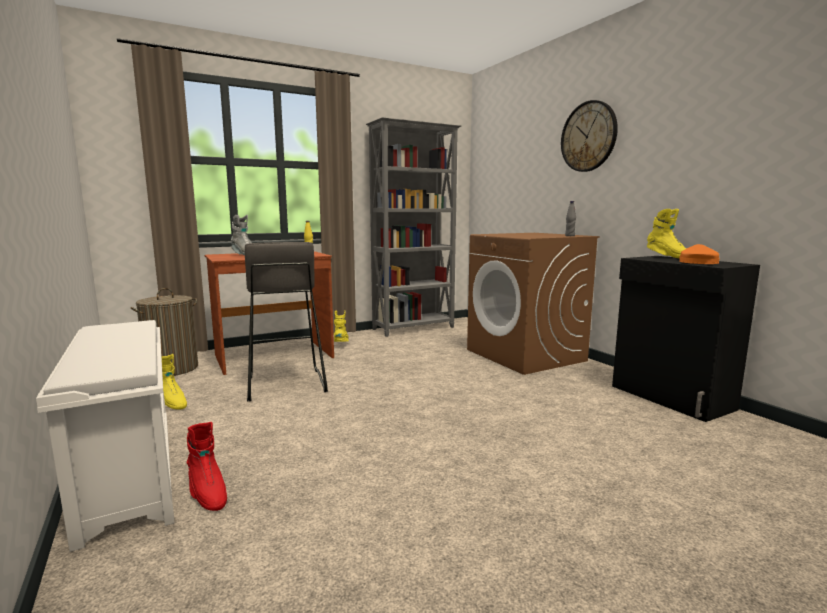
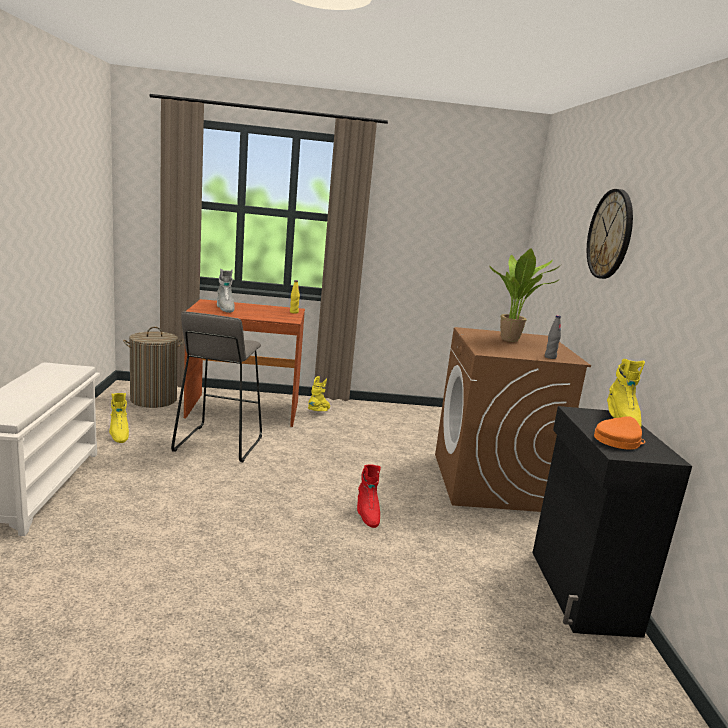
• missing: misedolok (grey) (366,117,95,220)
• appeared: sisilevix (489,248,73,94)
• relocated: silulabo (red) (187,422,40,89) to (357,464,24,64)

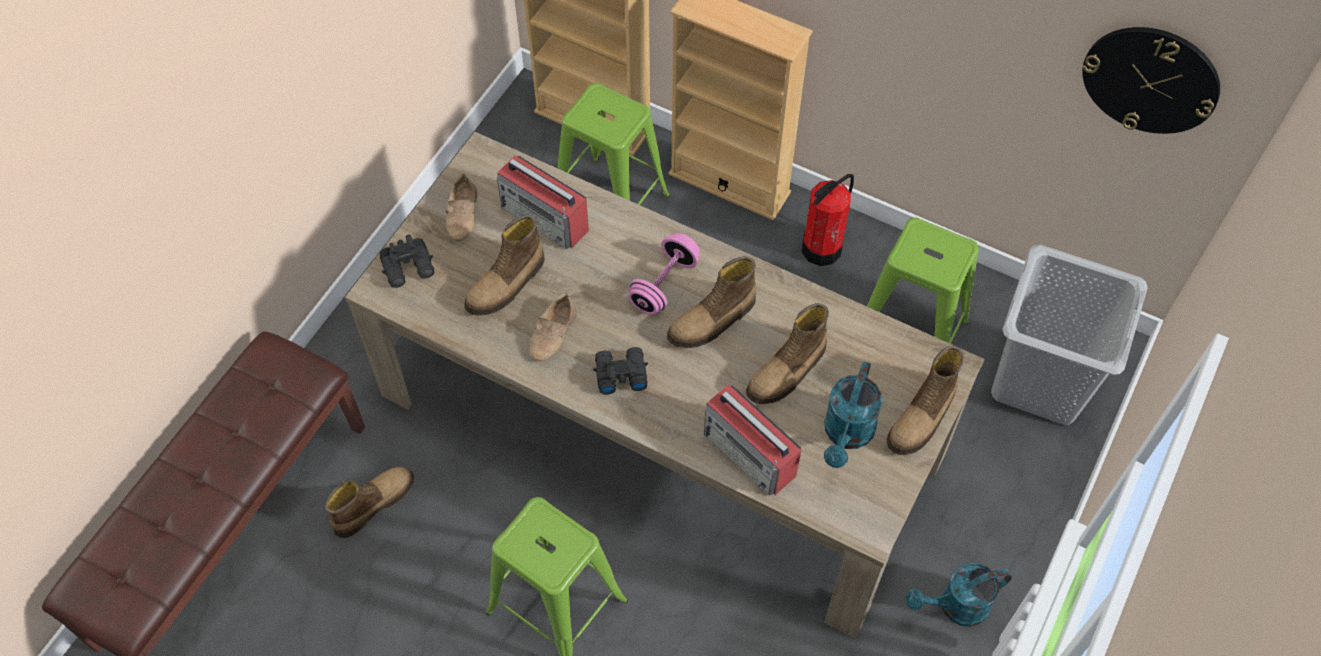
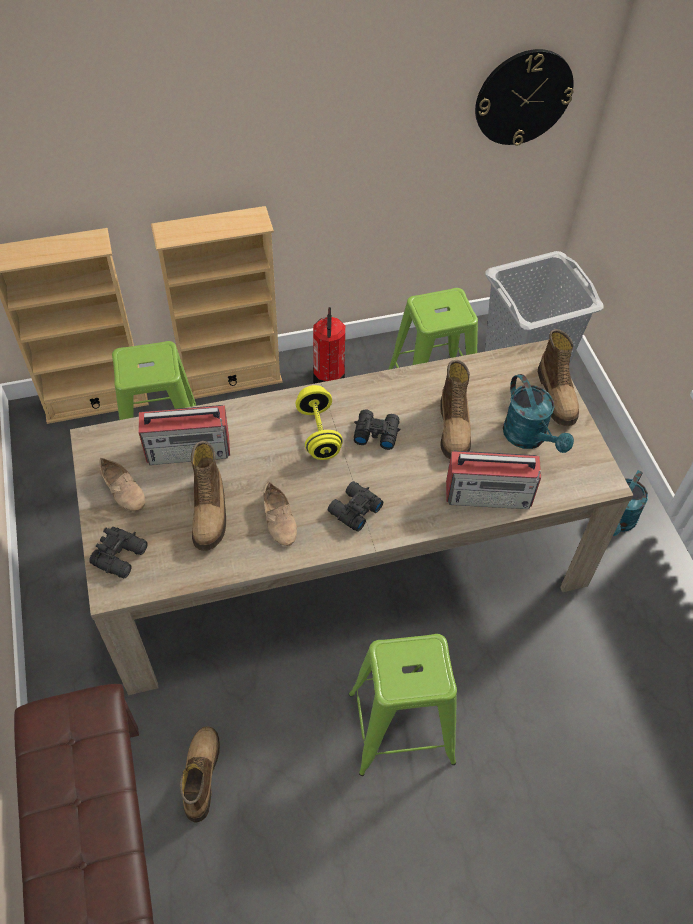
• exchanged: silulabo (667,256,89,92) to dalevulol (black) (354,410,46,40)
• colour: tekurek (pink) (628,233,72,82) to tekurek (yellow) (295,385,48,75)

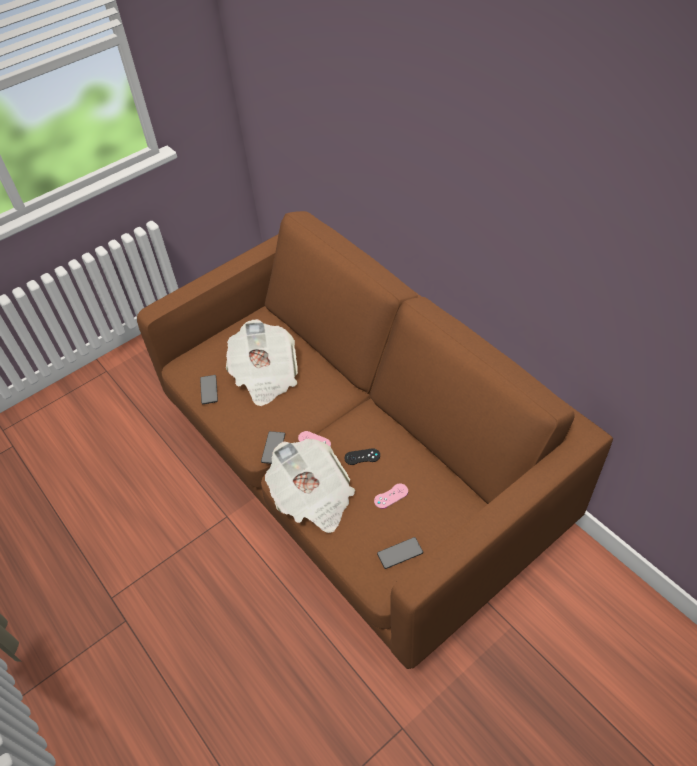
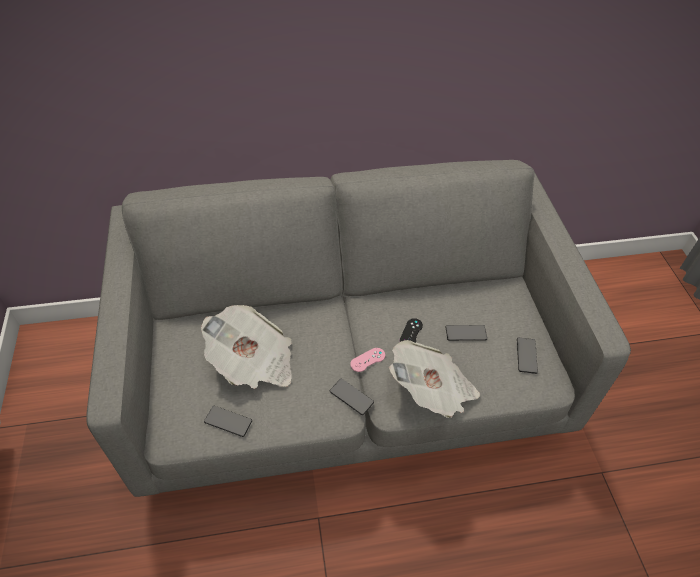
• exchanged: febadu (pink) (374,484,34,25) to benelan (446,325,41,16)
• colour: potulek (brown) (137,211,476,458) to potulek (grey) (86,160,545,337)

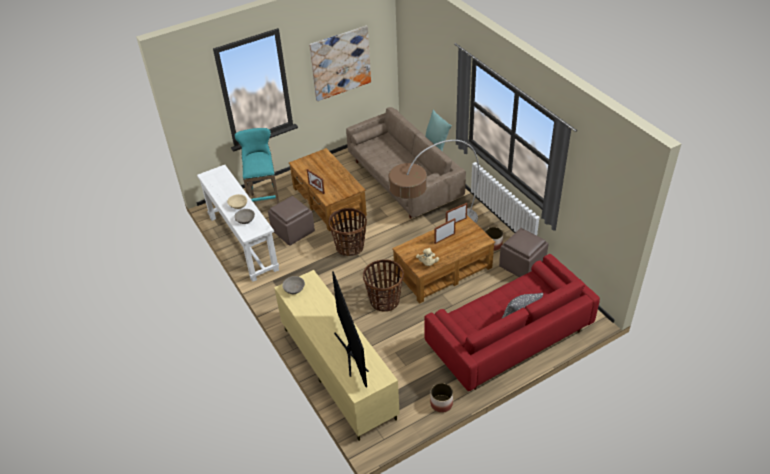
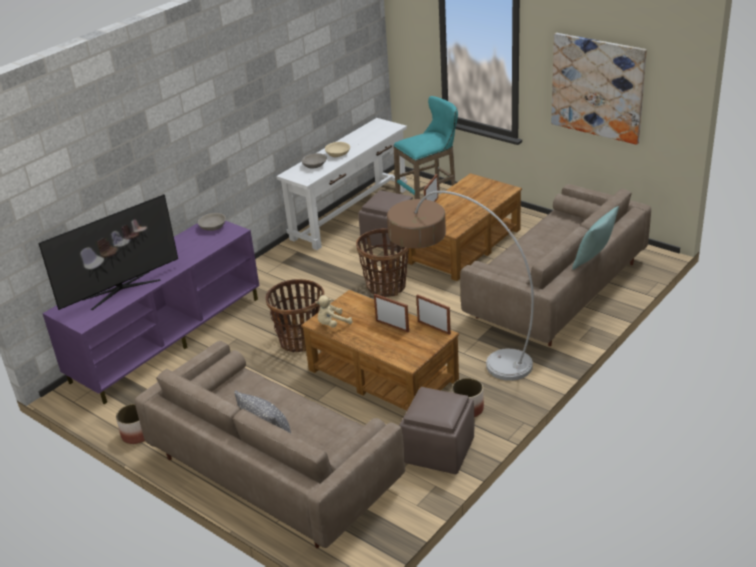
• colour: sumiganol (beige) (274,270,126,171) to sumiganol (purple) (42,221,217,183)
• colour: potulek (red) (424,254,176,137) to potulek (beige) (135,341,270,207)

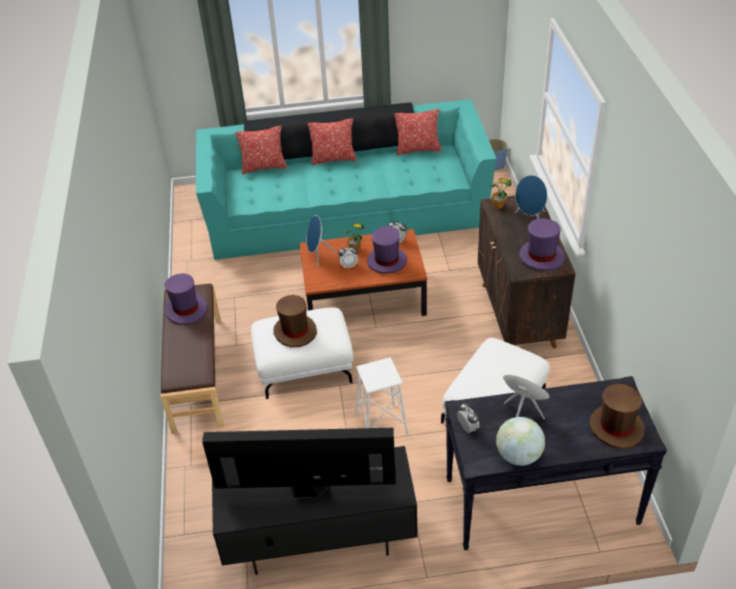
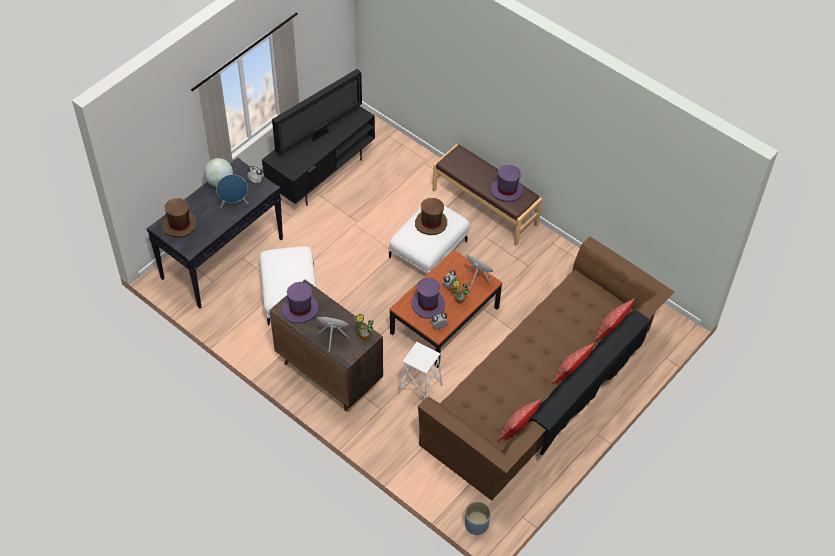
• relocated: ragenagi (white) (355,357,53,79) to (398,342,45,57)
• colour: potulek (turquoise) (196,99,301,161) to potulek (brown) (418,236,256,265)

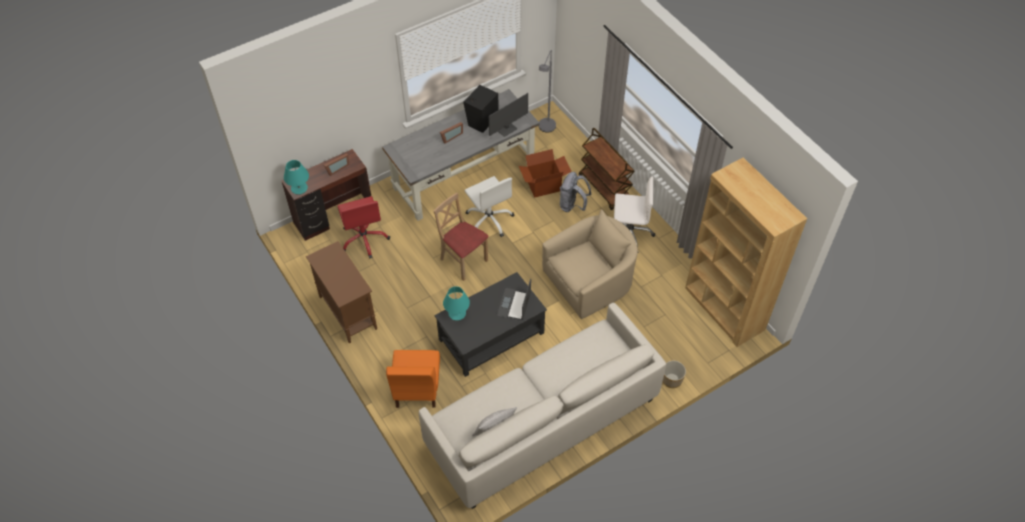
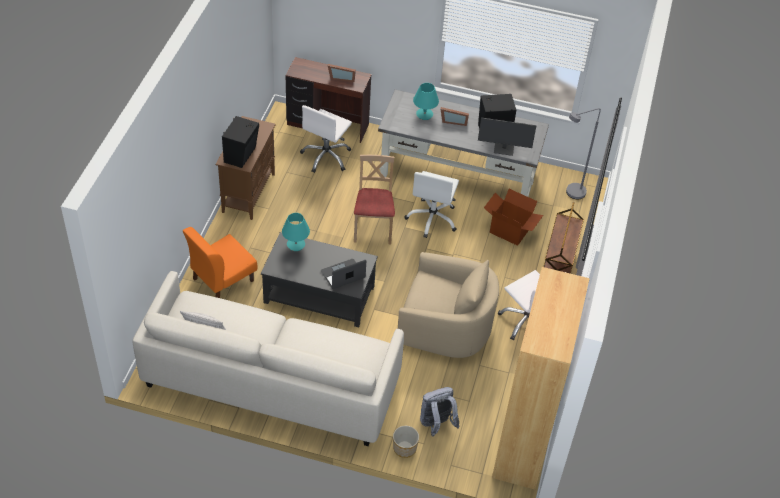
• appeared: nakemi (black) (222,116,37,52)
• relocated: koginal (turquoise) (284,160,25,35) to (413,83,26,37)
• relocated: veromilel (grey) (560,172,31,40) to (420,387,40,50)
• colour: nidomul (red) (338,196,52,63) to nidomul (white) (300,105,52,68)

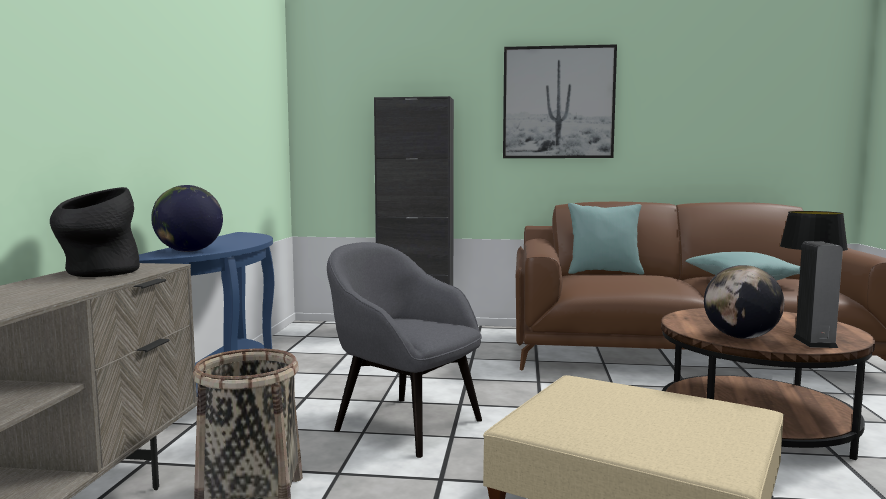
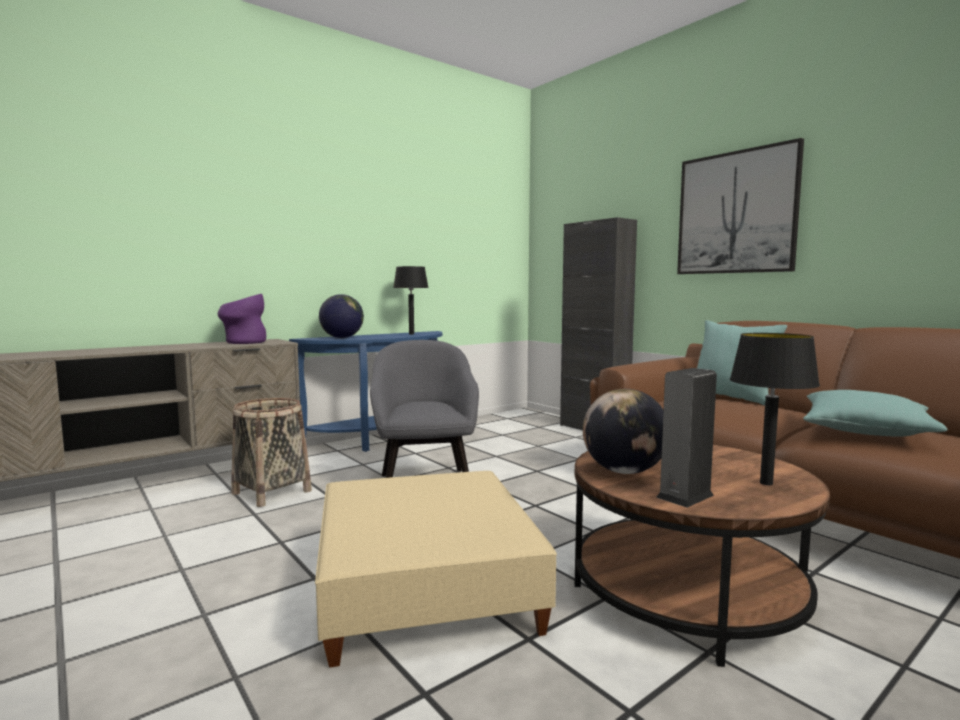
• appeared: koginal (black) (393,266,36,68)
• colour: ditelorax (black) (50,187,90,90) to ditelorax (purple) (218,294,48,50)

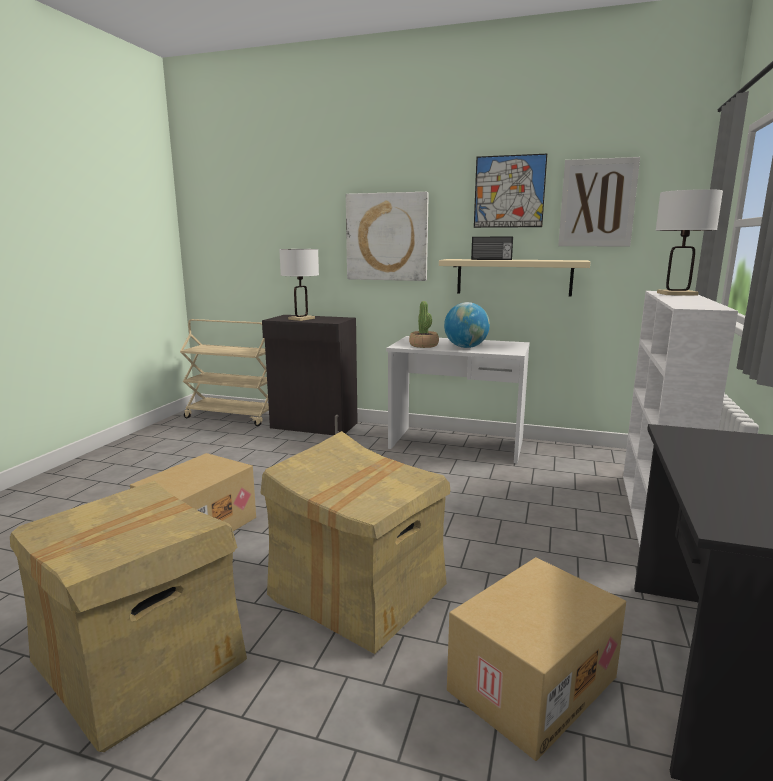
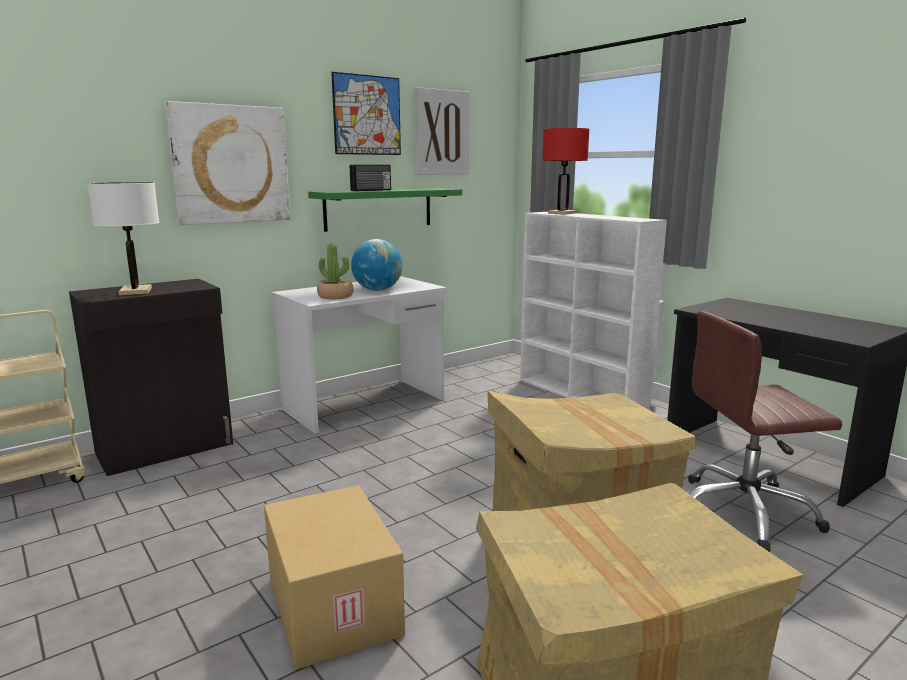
• exchanged: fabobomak (447,557,179,204) to nidomul (brown) (688,311,154,241)
• colour: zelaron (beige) (439,259,151,38) to zelaron (green) (308,188,154,44)
• colour: koginal (white) (656,189,67,106) to koginal (red) (542,128,47,87)

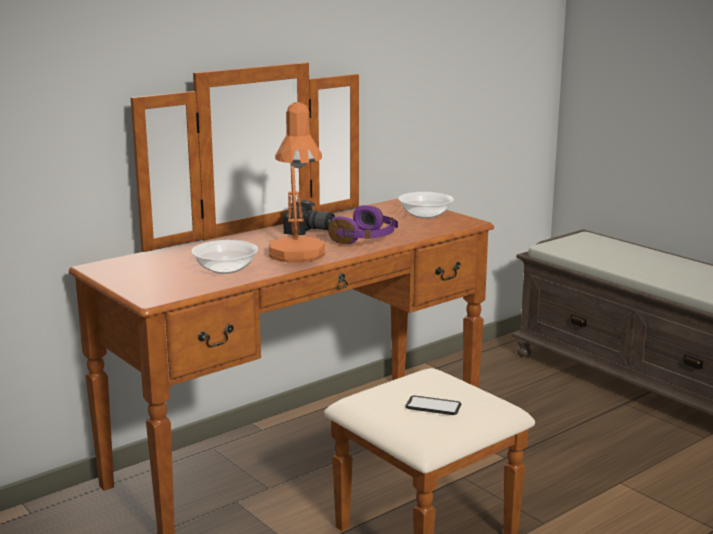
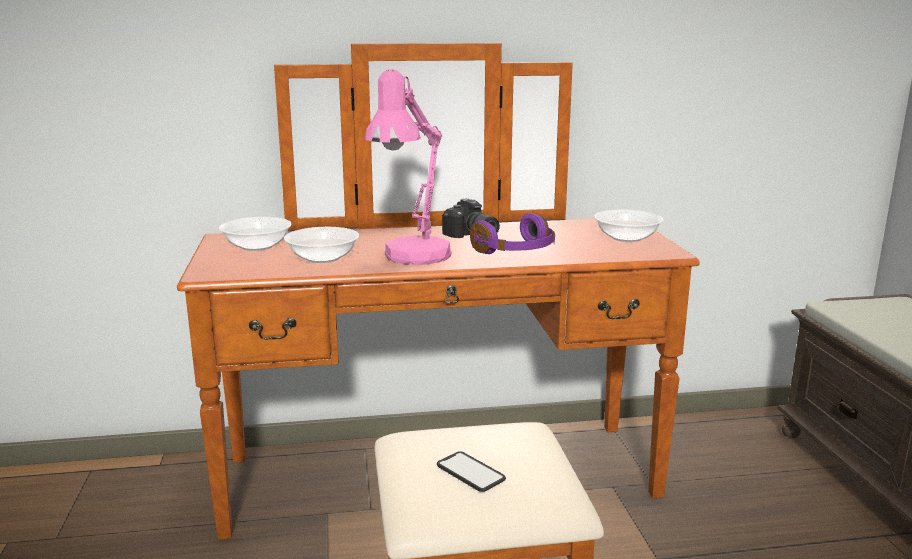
• appeared: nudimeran (219,217,73,34)
• colour: koginal (orange) (269,102,56,161) to koginal (pink) (365,69,87,196)

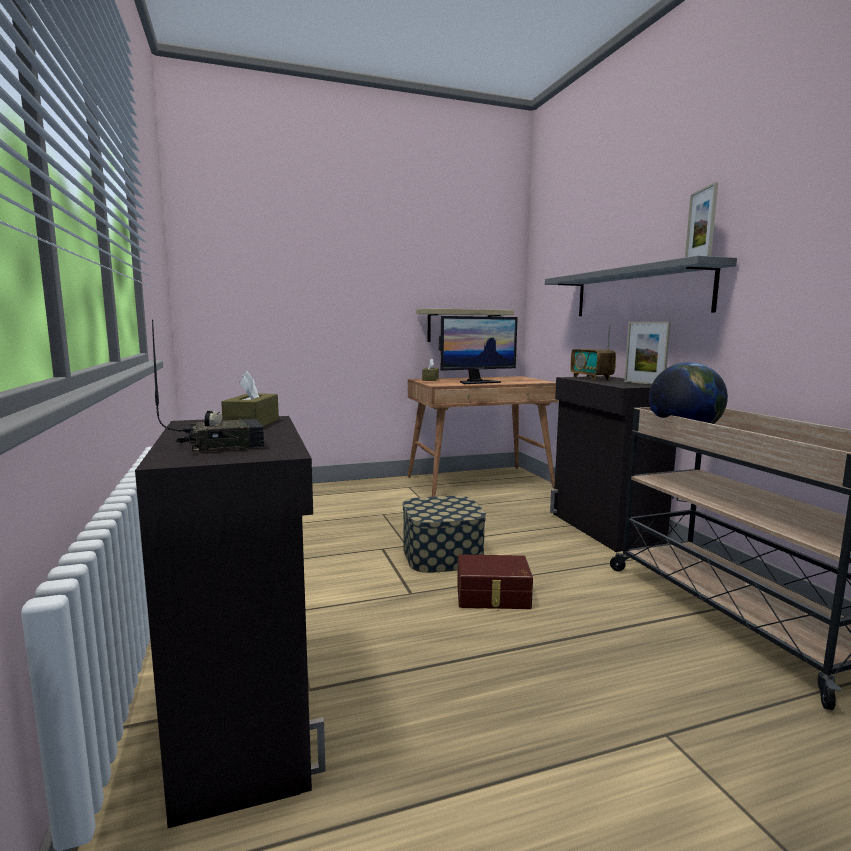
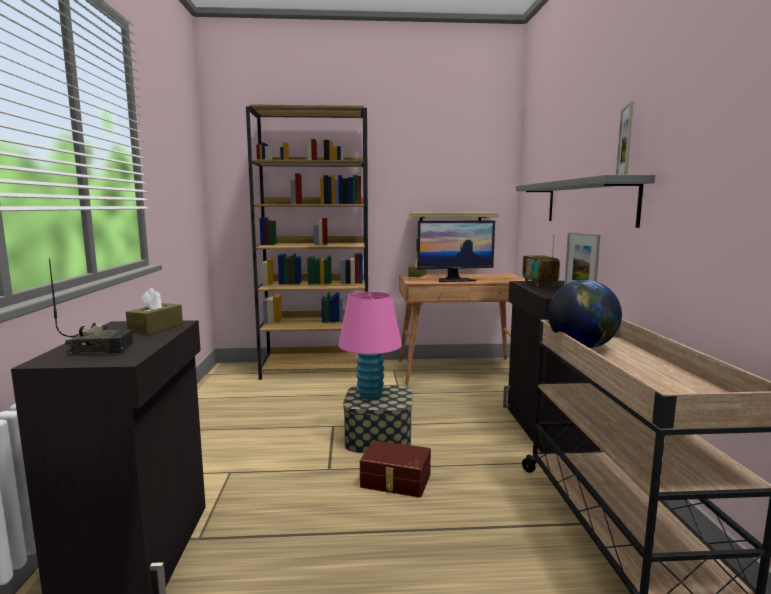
• appeared: misedolok (brown) (246,104,122,276)
• appeared: koginal (pink) (338,292,64,108)

